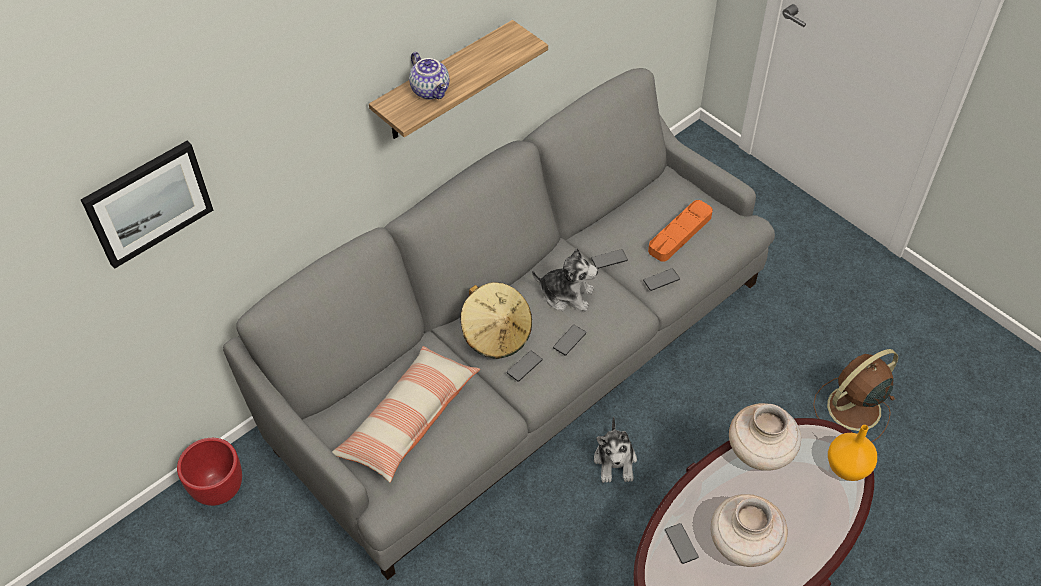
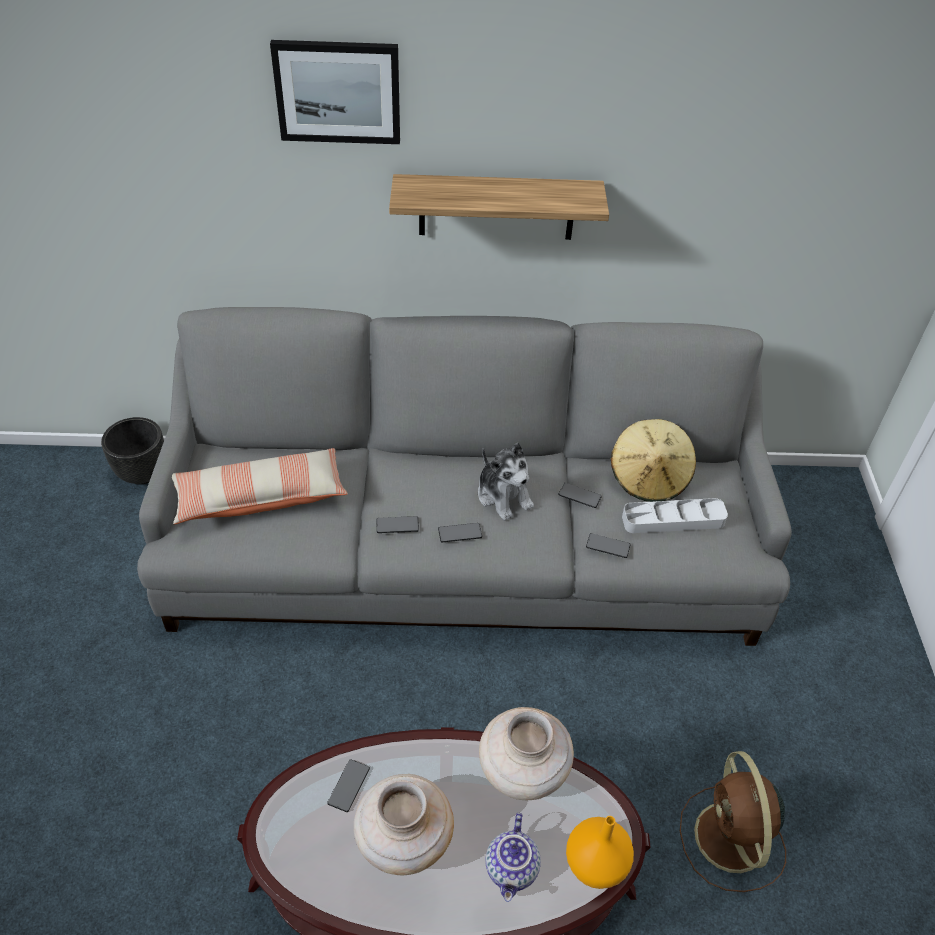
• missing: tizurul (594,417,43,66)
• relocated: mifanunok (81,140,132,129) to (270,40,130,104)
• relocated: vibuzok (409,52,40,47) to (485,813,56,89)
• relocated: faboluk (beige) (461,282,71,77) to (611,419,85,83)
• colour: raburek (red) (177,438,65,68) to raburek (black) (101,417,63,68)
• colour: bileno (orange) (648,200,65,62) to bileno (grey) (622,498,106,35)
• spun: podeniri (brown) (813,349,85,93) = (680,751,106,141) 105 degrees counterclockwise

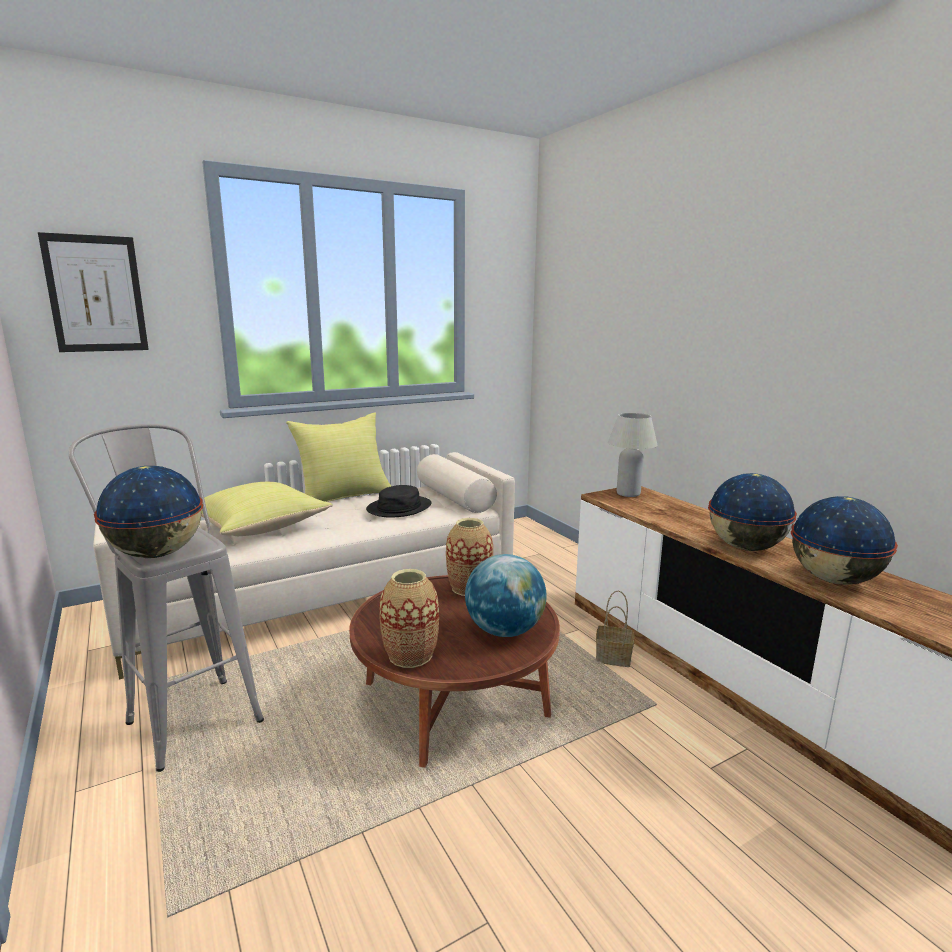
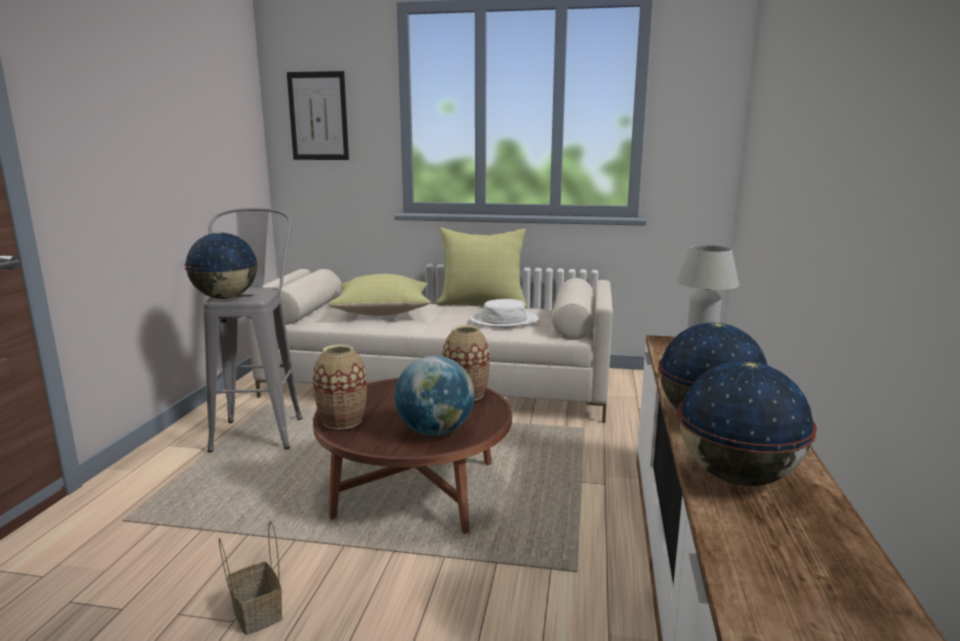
• relocated: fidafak (596,590,38,77) to (219,521,64,114)
• colour: faboluk (black) (366,485,65,32) to faboluk (white) (470,299,68,28)

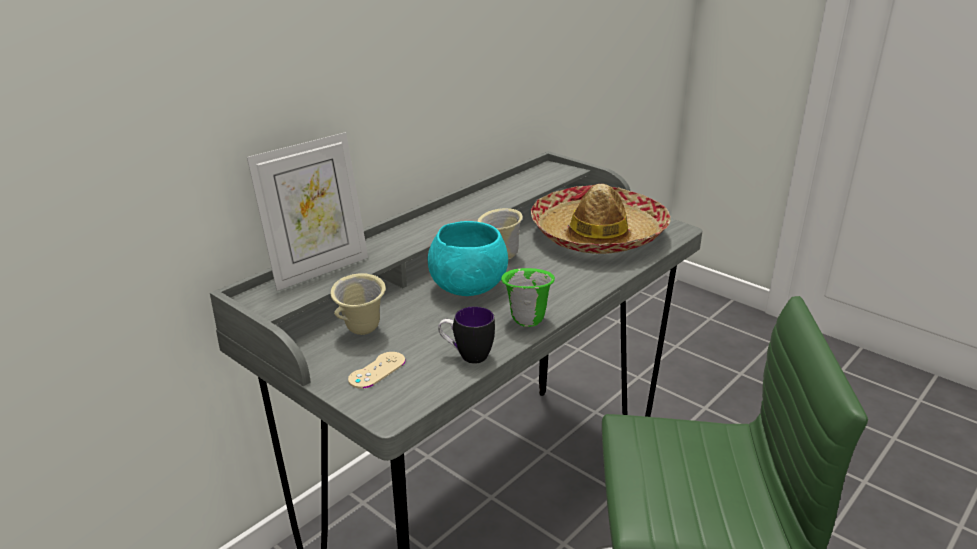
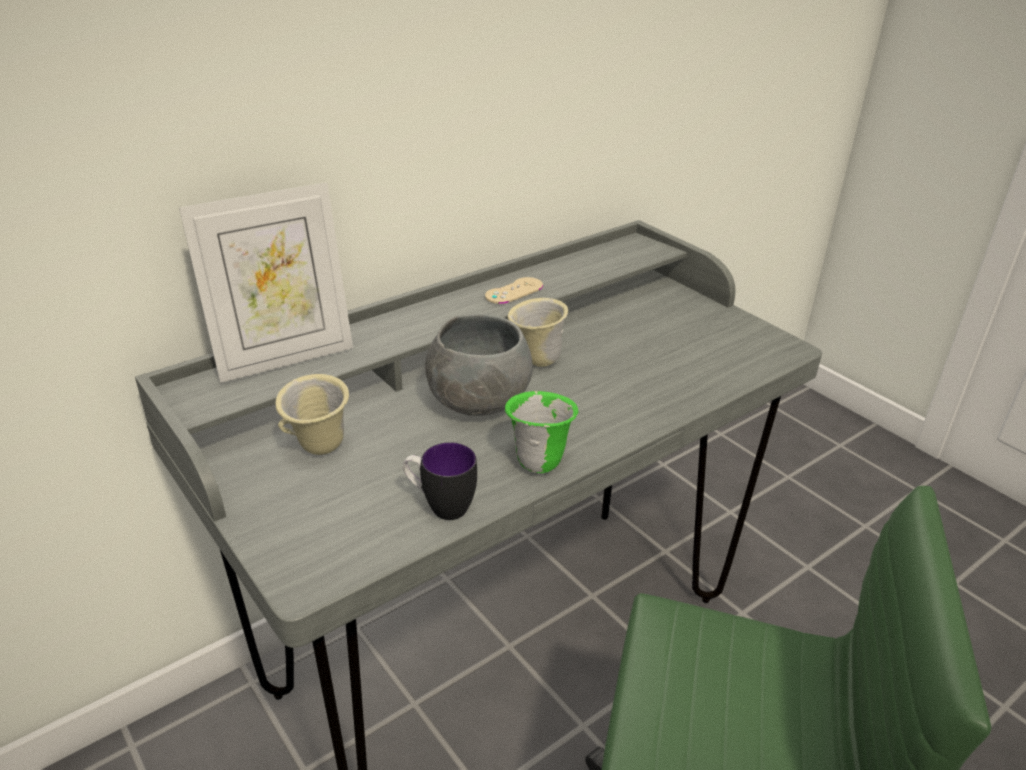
• missing: faboluk (531,184,140,70)
• relocated: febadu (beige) (348,352,57,37) to (485,277,58,27)
• colour: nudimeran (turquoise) (428,221,80,75) to nudimeran (grey) (425,314,108,102)

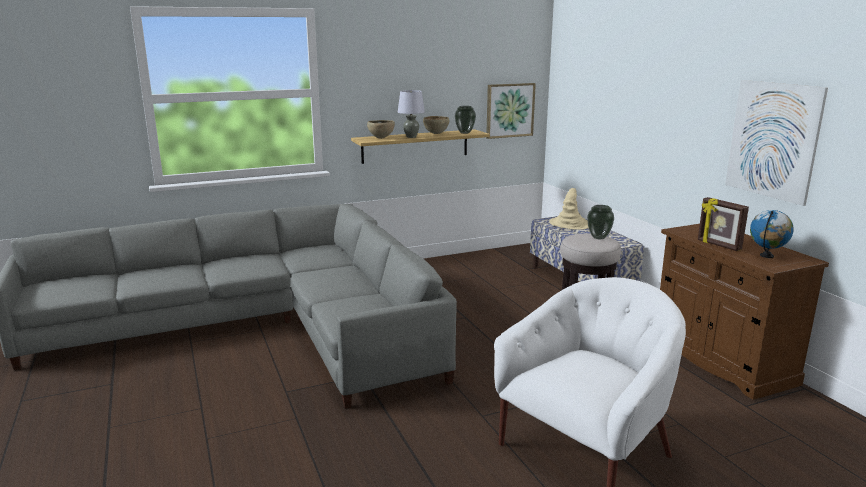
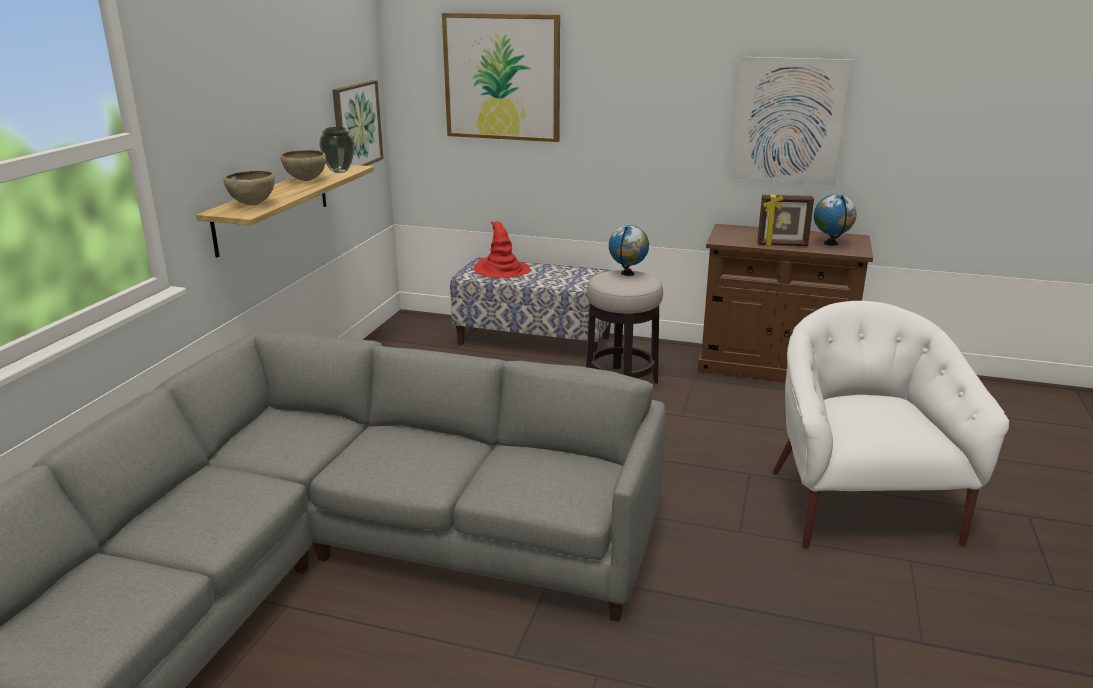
• missing: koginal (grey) (398,90,27,48)
• appeared: mifanunok (442,13,118,129)
• exchanged: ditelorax (587,205,27,34) to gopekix (609,225,40,51)
• colour: faboluk (beige) (549,188,40,42) to faboluk (red) (473,221,57,57)

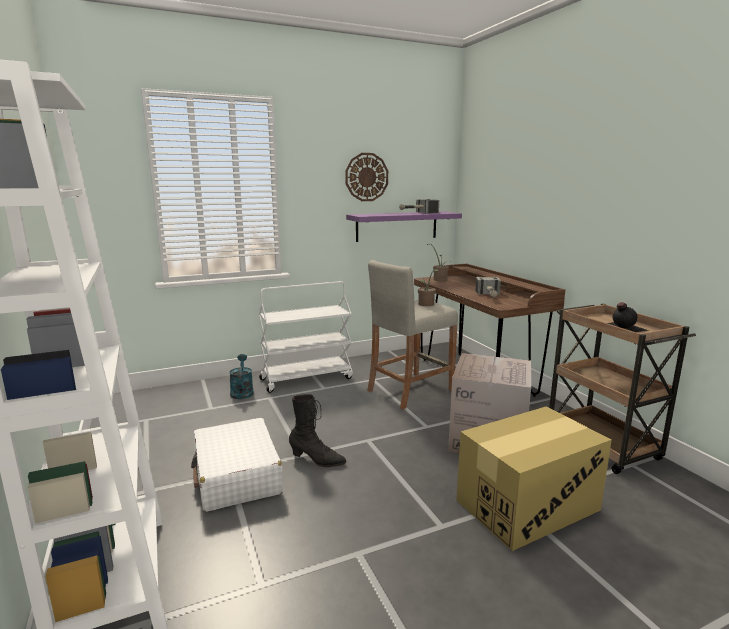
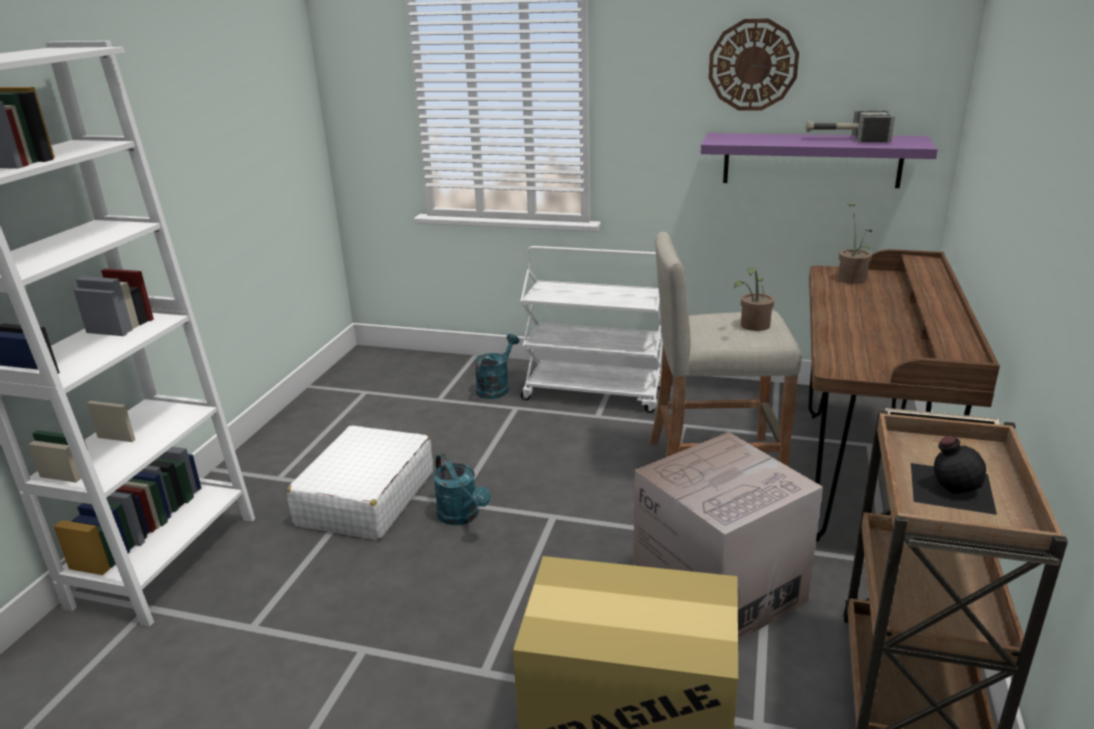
• missing: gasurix (475,277,26,21)
• exchanged: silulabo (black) (289,394,57,73) to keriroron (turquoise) (433,453,58,72)

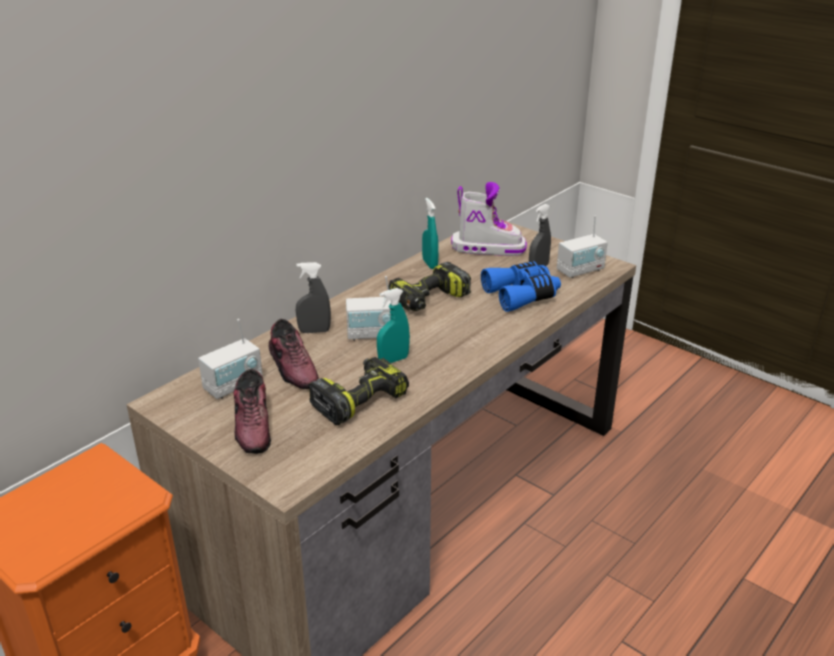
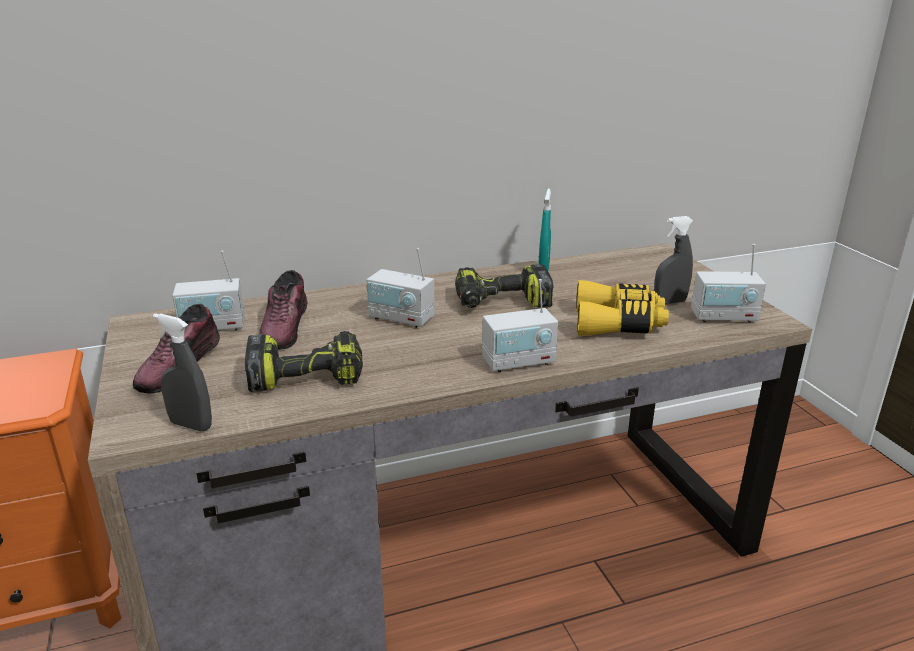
• missing: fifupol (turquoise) (377,288,33,75)
• missing: silulabo (451,182,76,74)
• appeared: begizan (482,279,76,93)
• relocated: fifupol (grey) (296,262,35,71) to (153,313,59,118)
• colour: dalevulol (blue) (481,261,80,51) to dalevulol (yellow) (576,280,93,56)

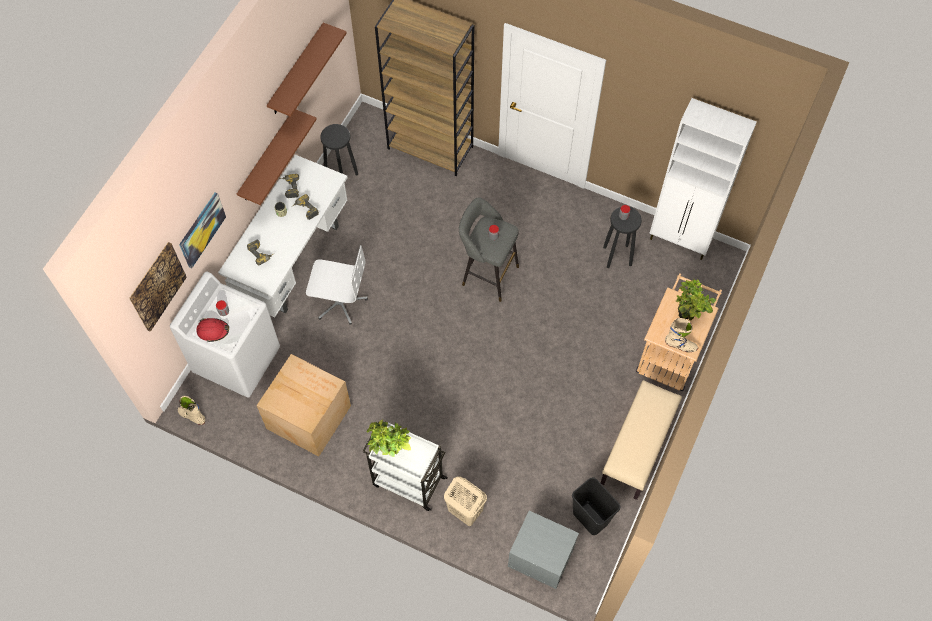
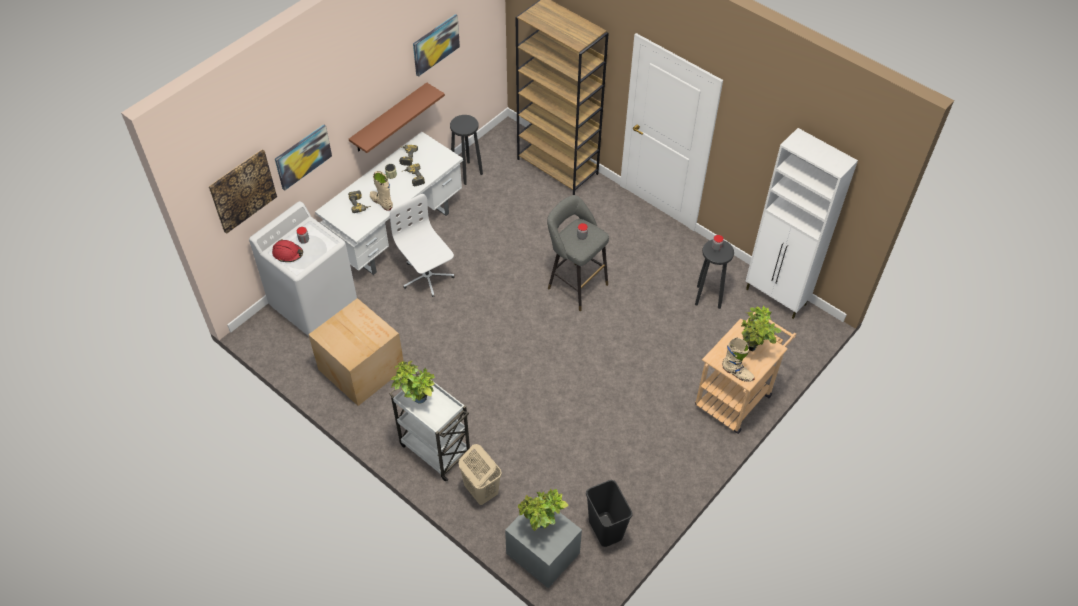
• missing: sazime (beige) (601,380,81,120)
• appeared: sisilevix (518,489,50,42)
• relocated: silulabo (beige) (178,396,27,29) to (370,171,23,40)
• exchanged: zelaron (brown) (267,22,80,95) to mifanunok (413,14,47,63)
• spun: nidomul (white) (306,245,62,80) = (390,194,65,103) 150 degrees counterclockwise

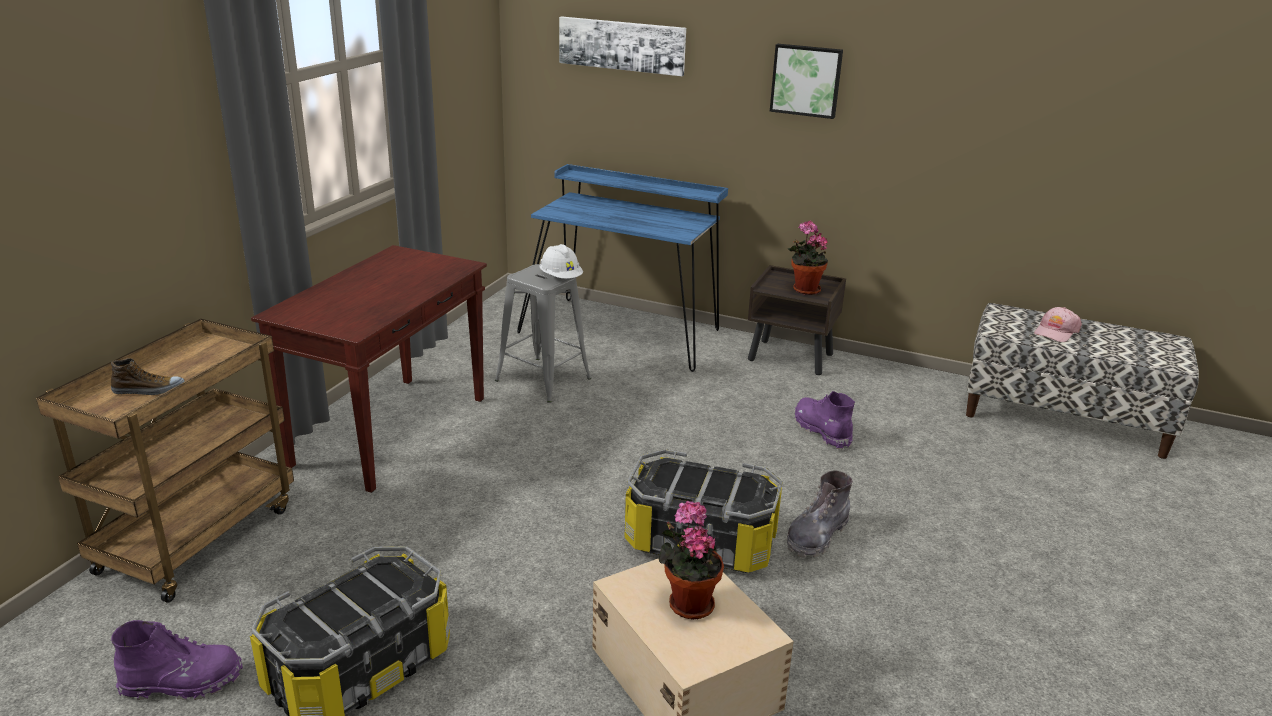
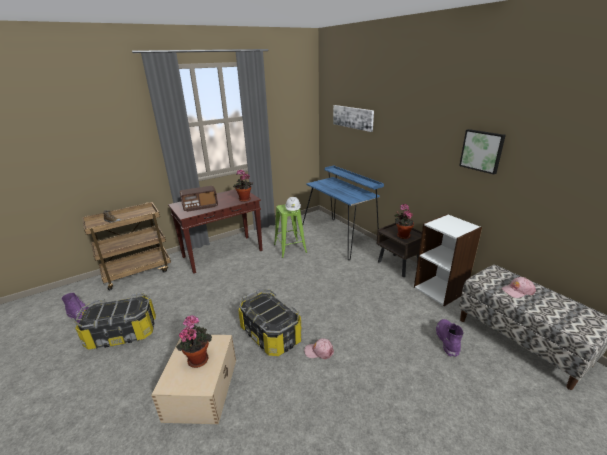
• appeared: begizan (180,186,38,26)
• appeared: sisilevix (233,170,20,32)
• appeared: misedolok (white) (414,214,68,92)
• relocated: mifanunok (770,44,73,75) to (459,129,47,46)
• relocated: silulabo (purple) (795,391,60,58) to (436,319,27,38)
• exchanged: silulabo (grey) (787,470,66,88) to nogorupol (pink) (304,338,30,21)
• colour: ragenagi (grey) (495,264,96,139) to ragenagi (green) (274,204,33,54)

